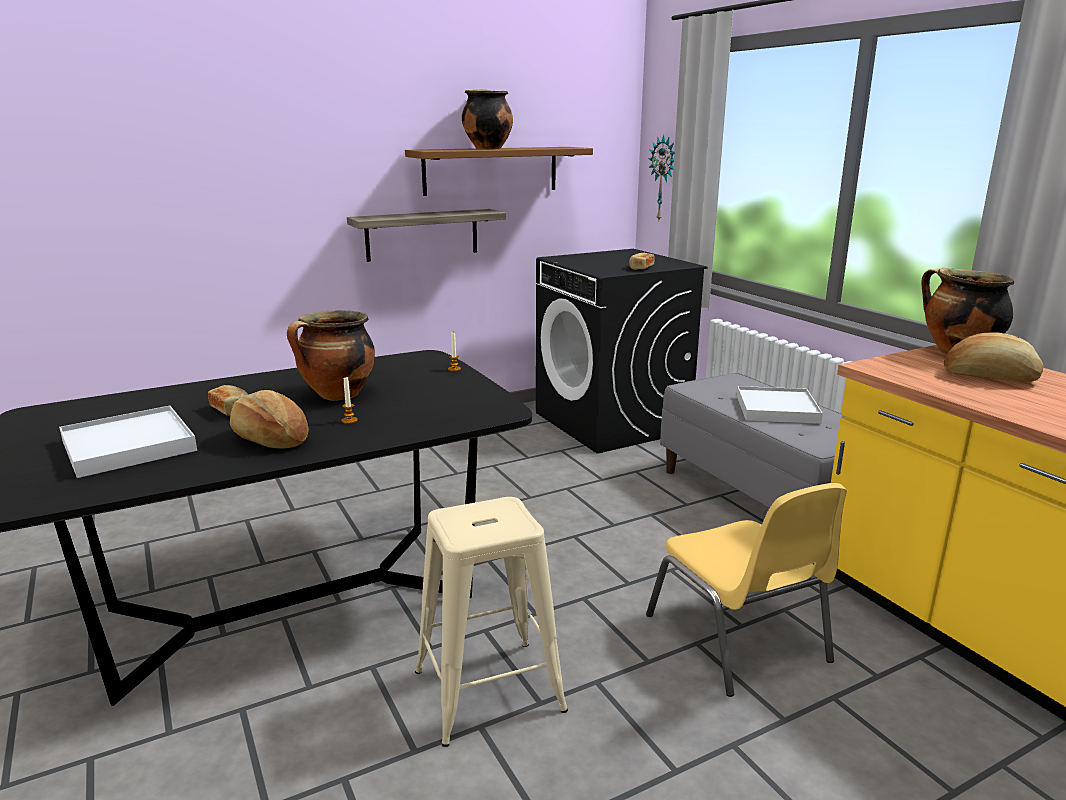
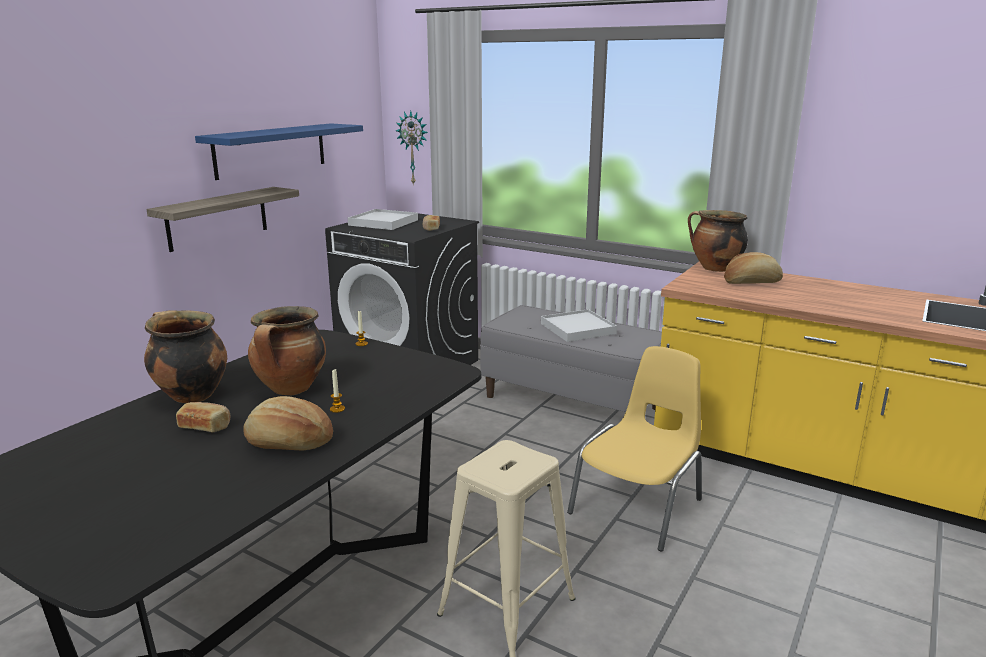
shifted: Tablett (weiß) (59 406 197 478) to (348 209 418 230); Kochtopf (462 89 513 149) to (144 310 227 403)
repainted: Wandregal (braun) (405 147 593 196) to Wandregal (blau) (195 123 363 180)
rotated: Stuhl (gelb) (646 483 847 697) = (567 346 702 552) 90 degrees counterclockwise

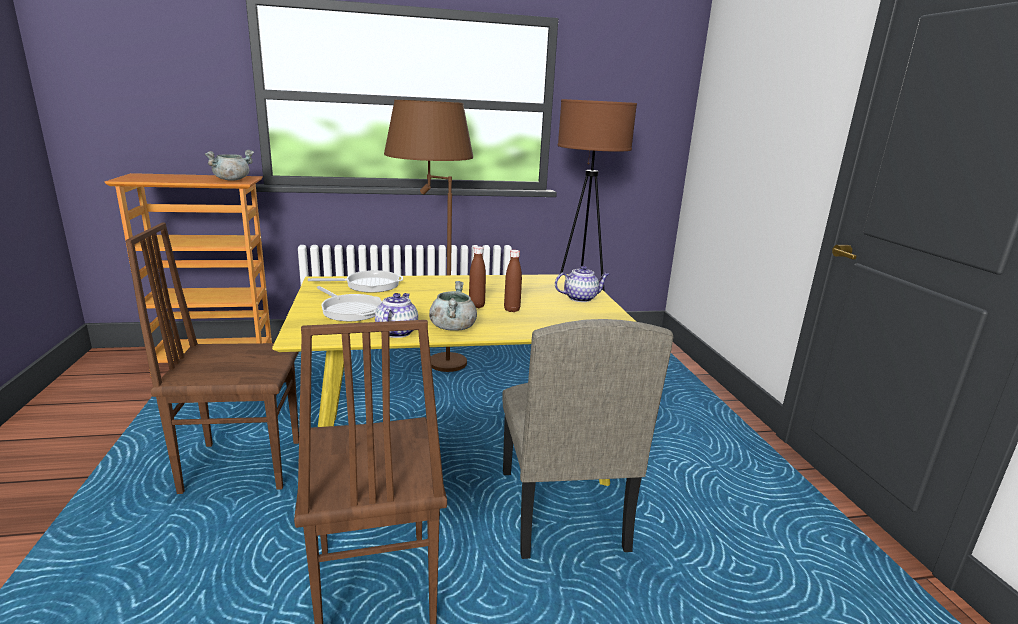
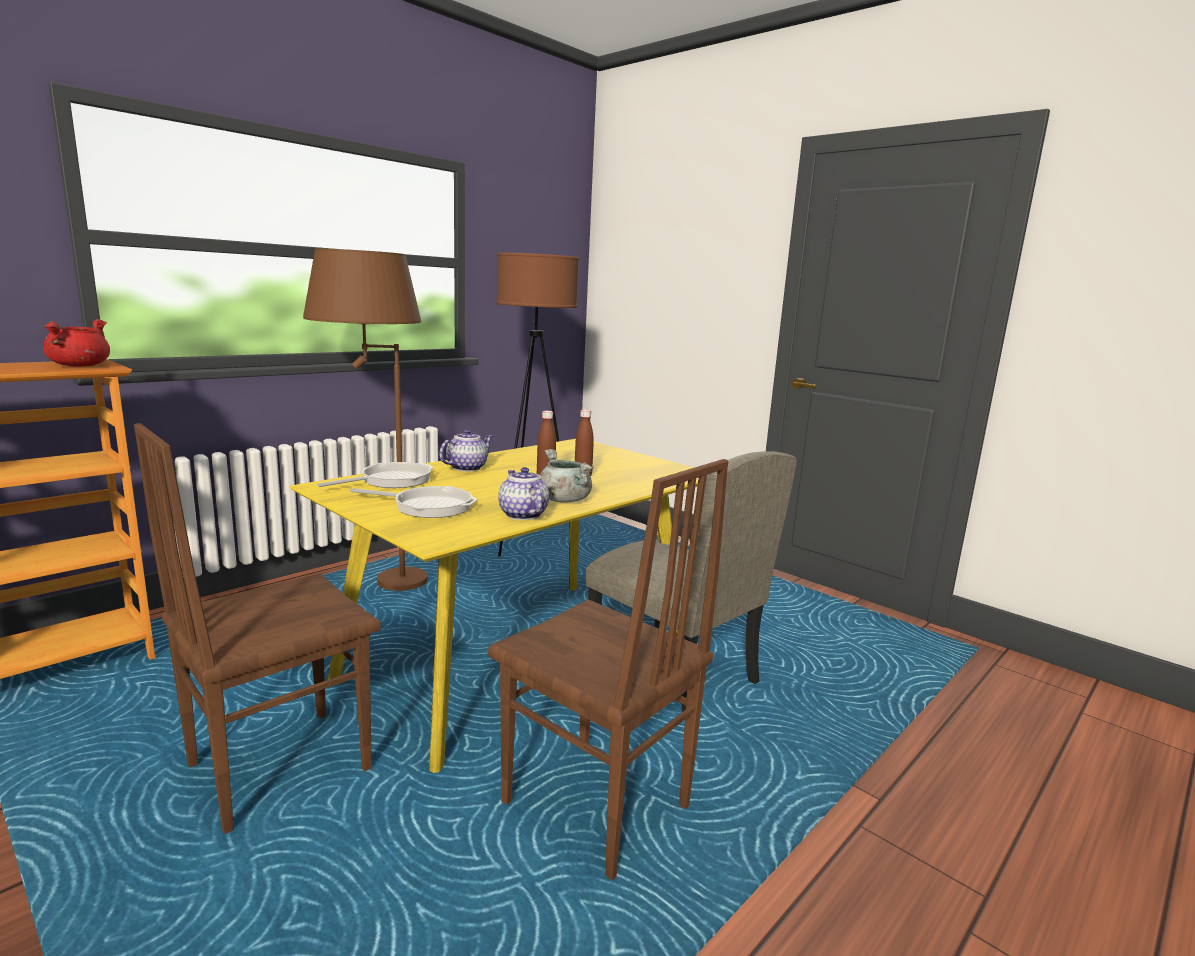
shifted: Teekanne (555 266 609 302) to (439 429 493 472)
repainted: Kochtopf (grau) (205 150 254 181) to Kochtopf (rot) (43 319 110 367)

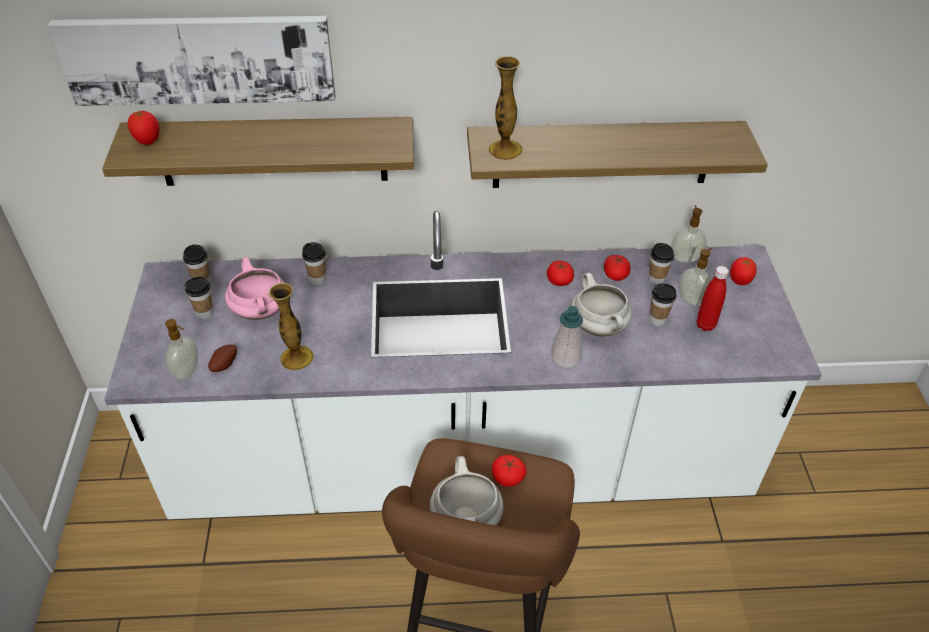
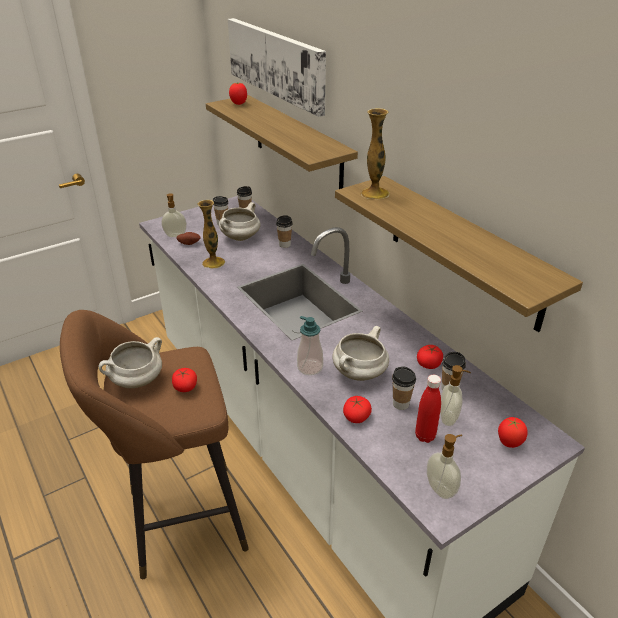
shifted: Tomate (547 260 574 286) to (343 396 372 423); Seifenspender (671 205 707 262) to (427 434 462 499)
repainted: Kochtopf (rosa) (225 257 284 320) to Kochtopf (weiß) (219 202 260 241)

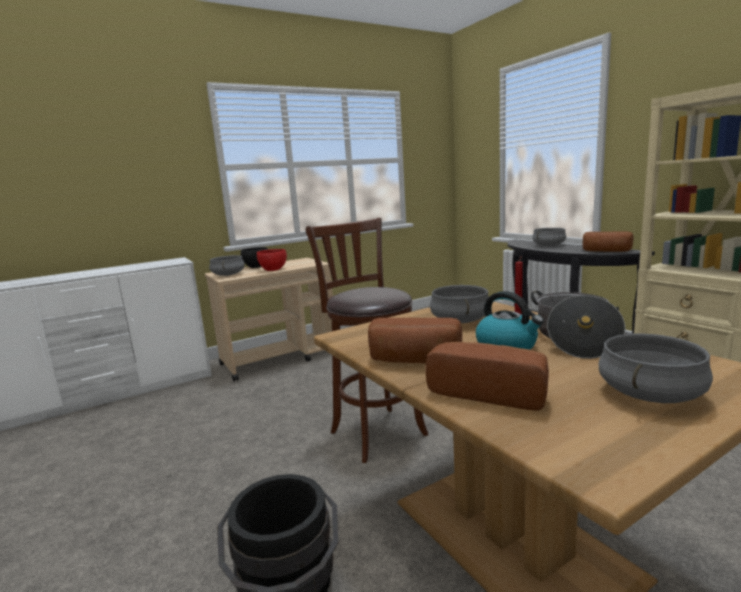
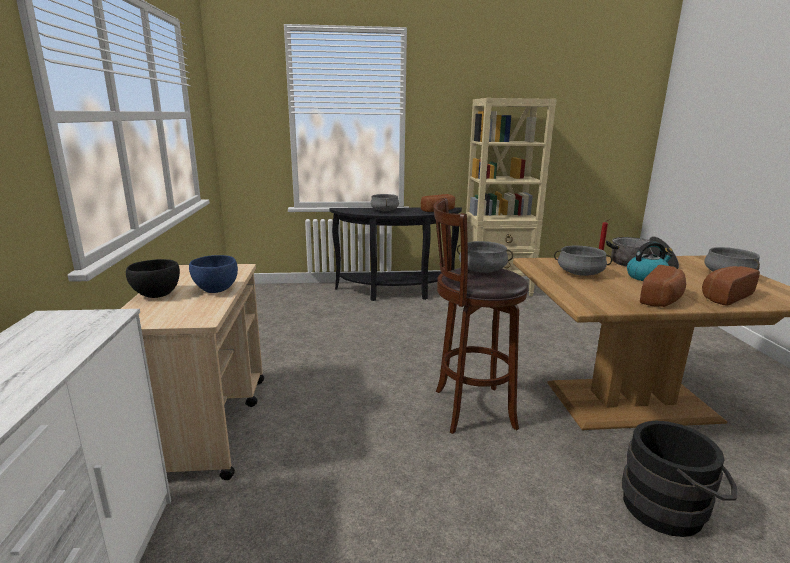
shifted: Kochtopf (grau) (209 255 245 276) to (457 241 513 273)
repainted: Schüssel (rot) (257 249 287 271) to Schüssel (blau) (189 255 238 293)

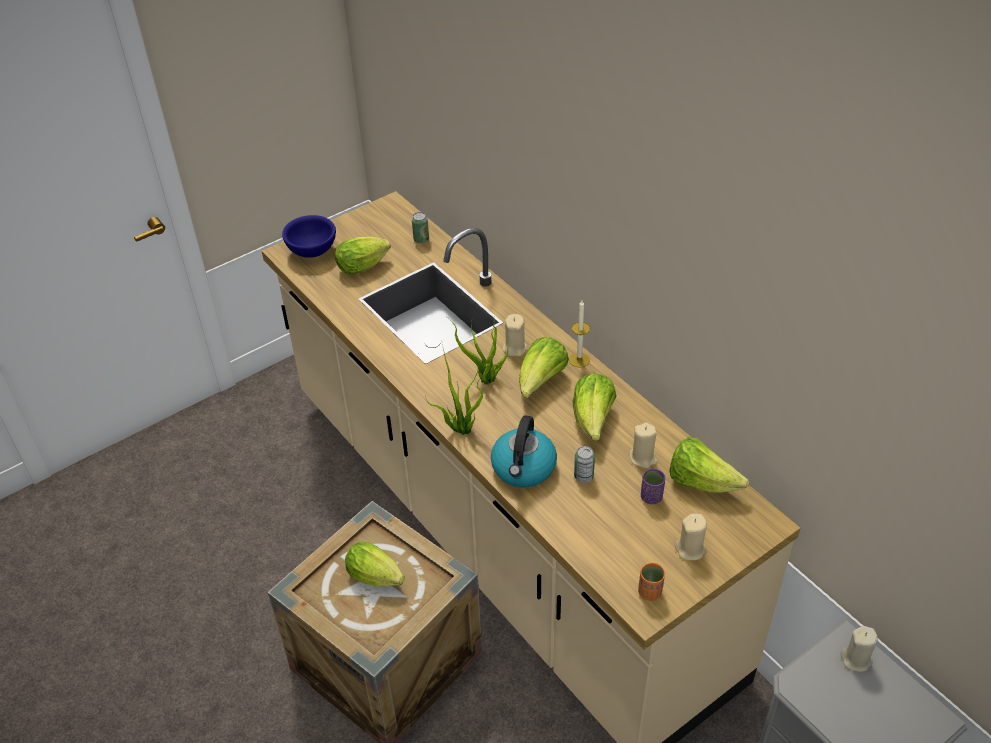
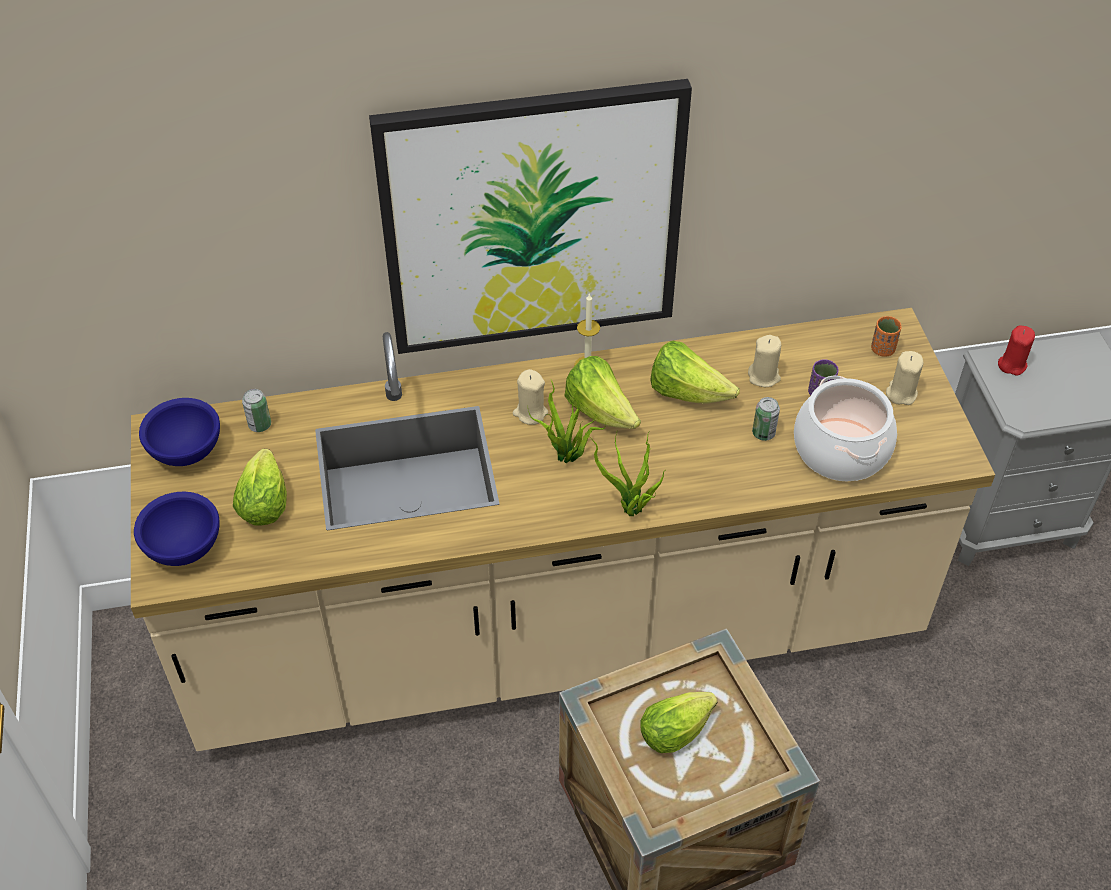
gone: Wasserkessel (491 415 557 488); Salatkopf (669 437 749 493)
new: Schüssel (blau) (139 398 220 466); Bild (369 79 692 354); Kochtopf (794 375 897 481)
shifted: Tasse (orange) (638 563 665 601) to (871 316 902 357)
repainted: Kerze (beige) (841 626 878 672) to Kerze (rot) (998 325 1035 376)

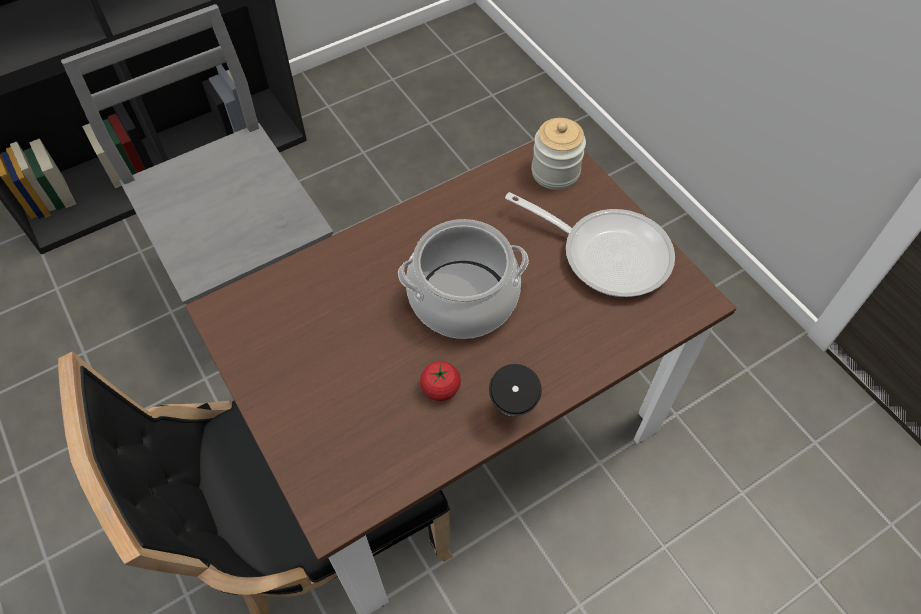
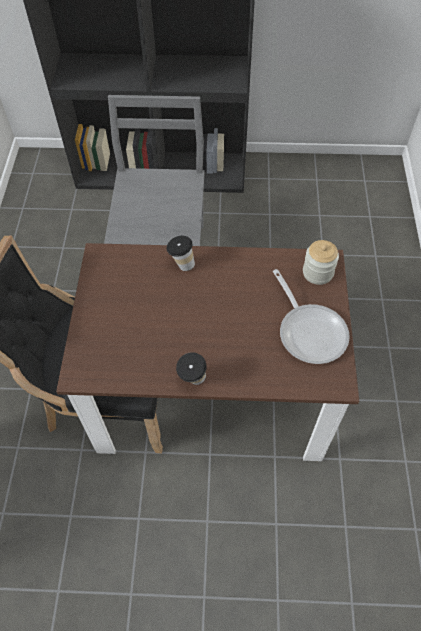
gone: Kochtopf (398 219 529 339); Tomate (420 361 461 401)
new: Tasse (166 236 195 271)

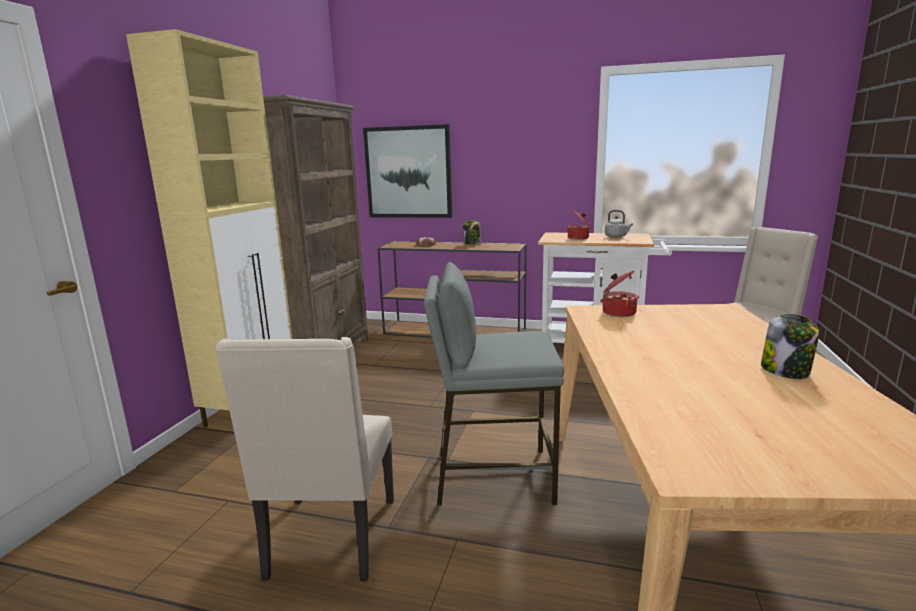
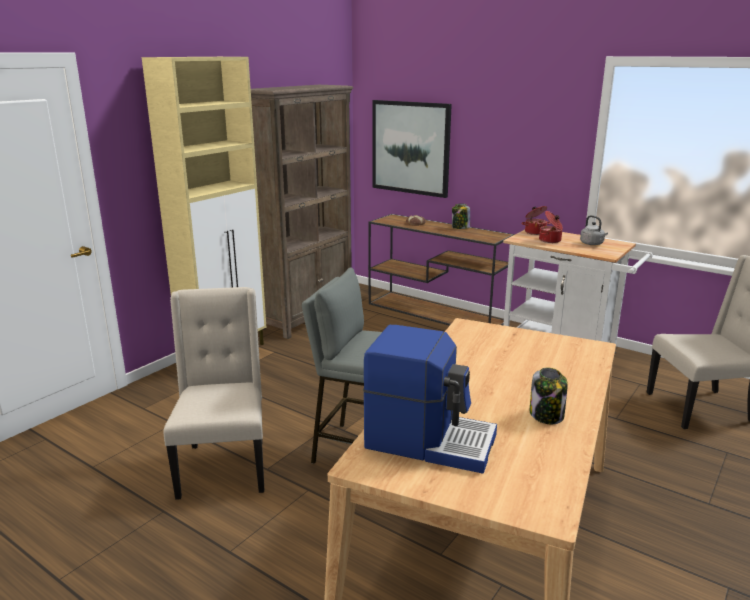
new: Kaffeemaschine (363 325 497 474)
shifted: Kochtopf (600 271 639 317) to (522 206 551 235)
rotated: Stuhl (beige) (215 337 394 581) = (163 287 264 500) 150 degrees clockwise

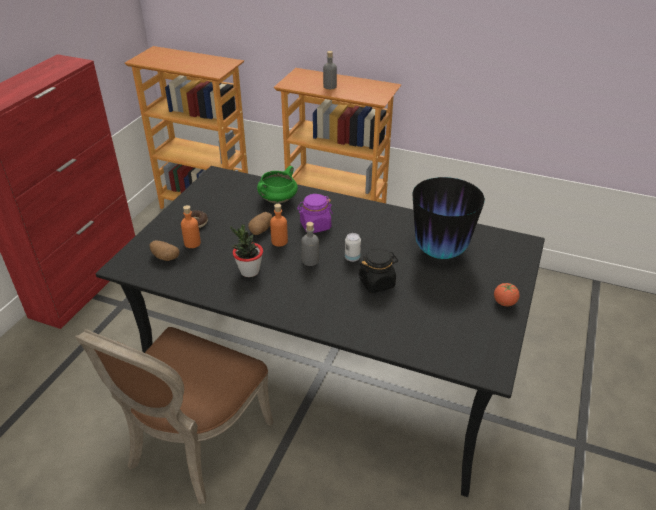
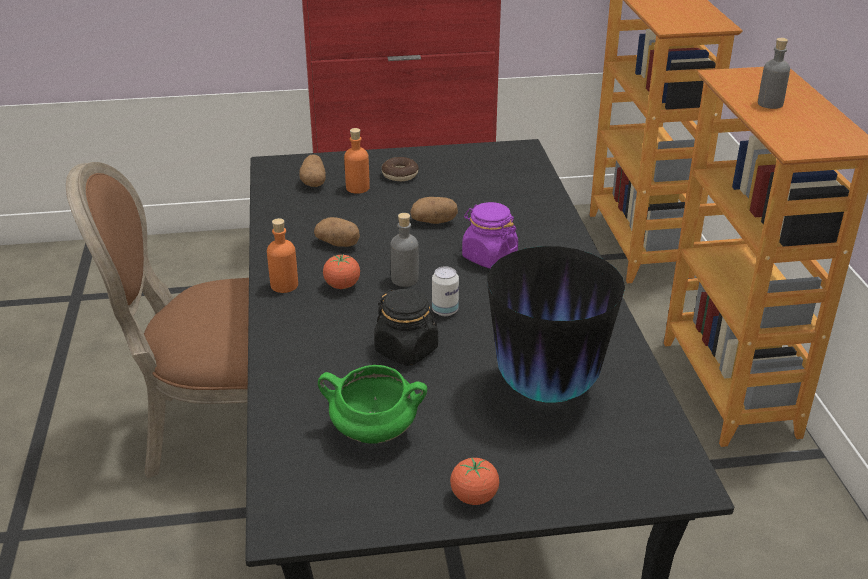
new: Tomate (323 254 360 289)
shifted: Kochtopf (grün) (257 166 298 204) to (318 365 427 444); Flasche (orange) (270 204 288 247) to (267 218 298 293)
swapped: Topfpflanze (230 224 263 277) to Kartoffel (314 217 360 247)

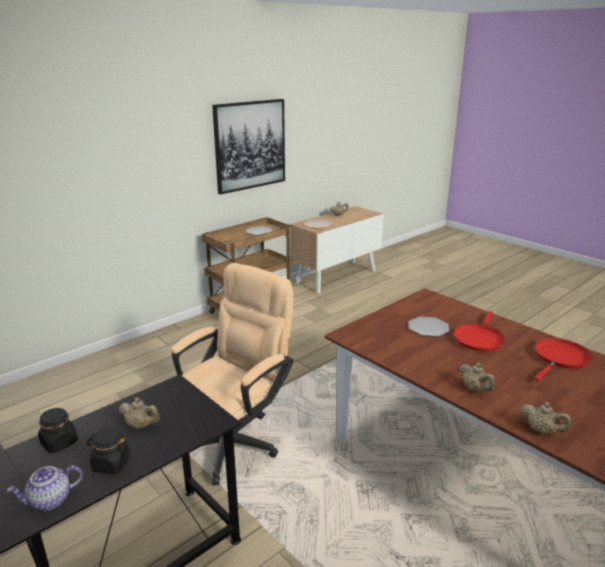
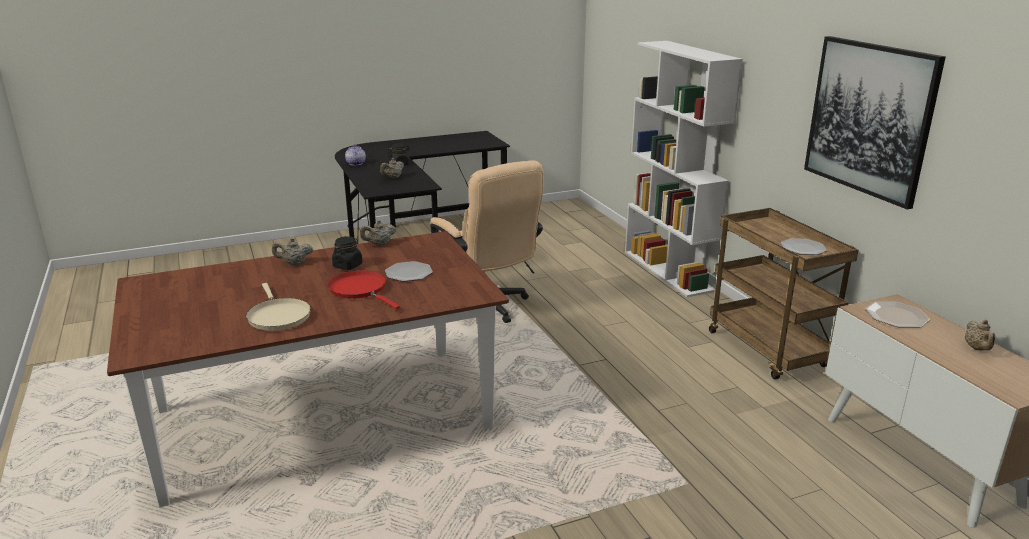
new: Bücherregal (weiß) (625 41 743 297)
shifted: Vorratsglas (schwarz) (87 427 130 474) to (332 236 363 270); Teekanne (beige) (521 402 572 434) to (360 220 396 246)
repainted: Pfanne (rot) (534 338 593 381) to Pfanne (beige) (246 283 311 330)

